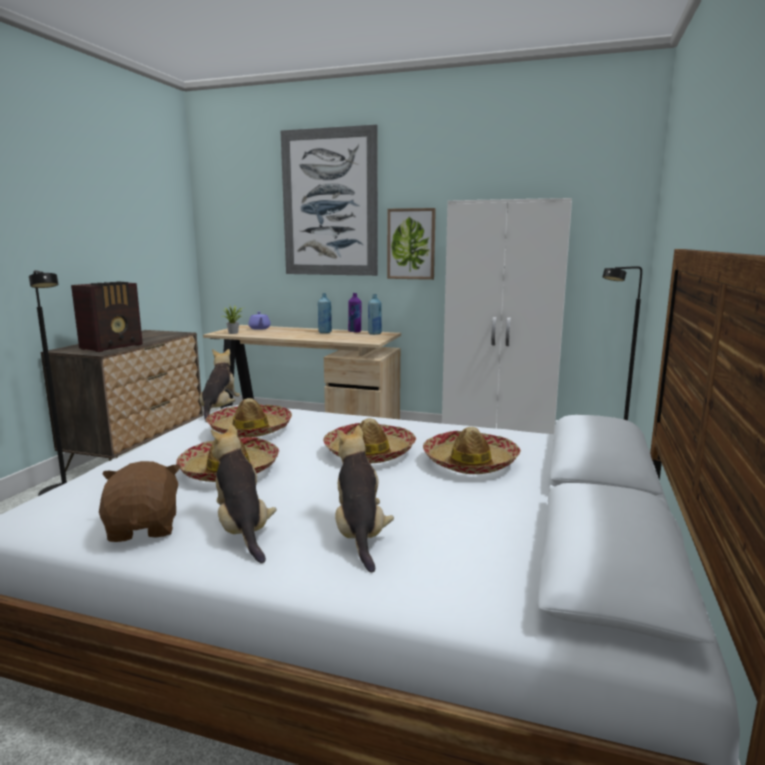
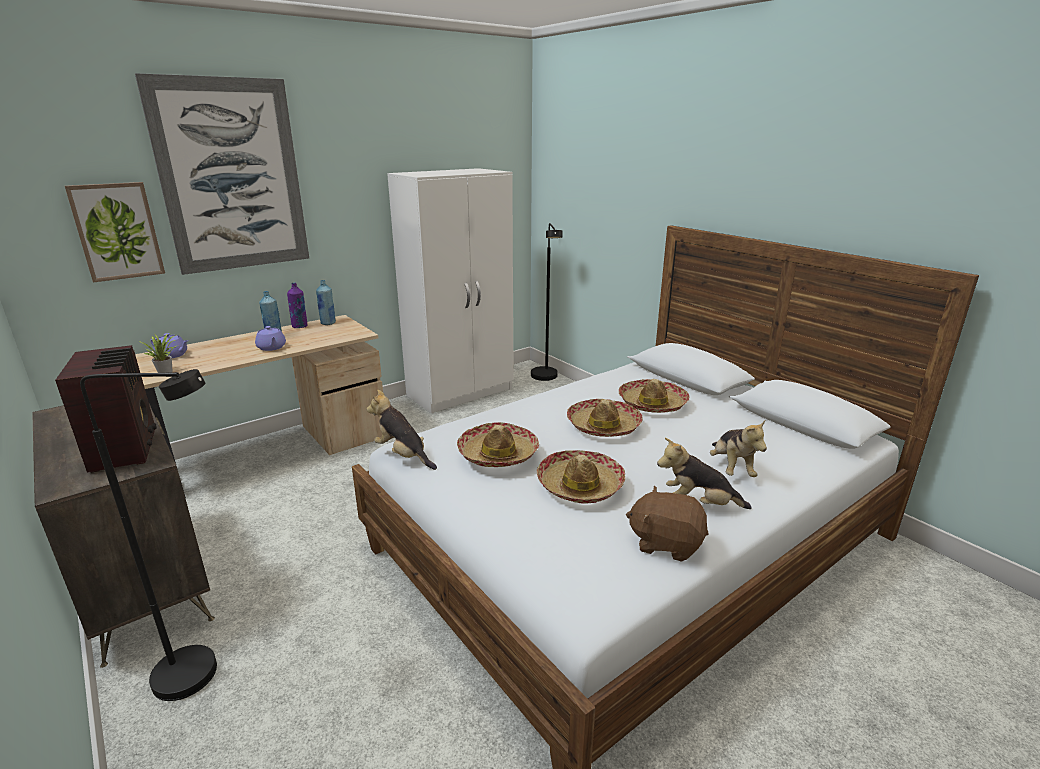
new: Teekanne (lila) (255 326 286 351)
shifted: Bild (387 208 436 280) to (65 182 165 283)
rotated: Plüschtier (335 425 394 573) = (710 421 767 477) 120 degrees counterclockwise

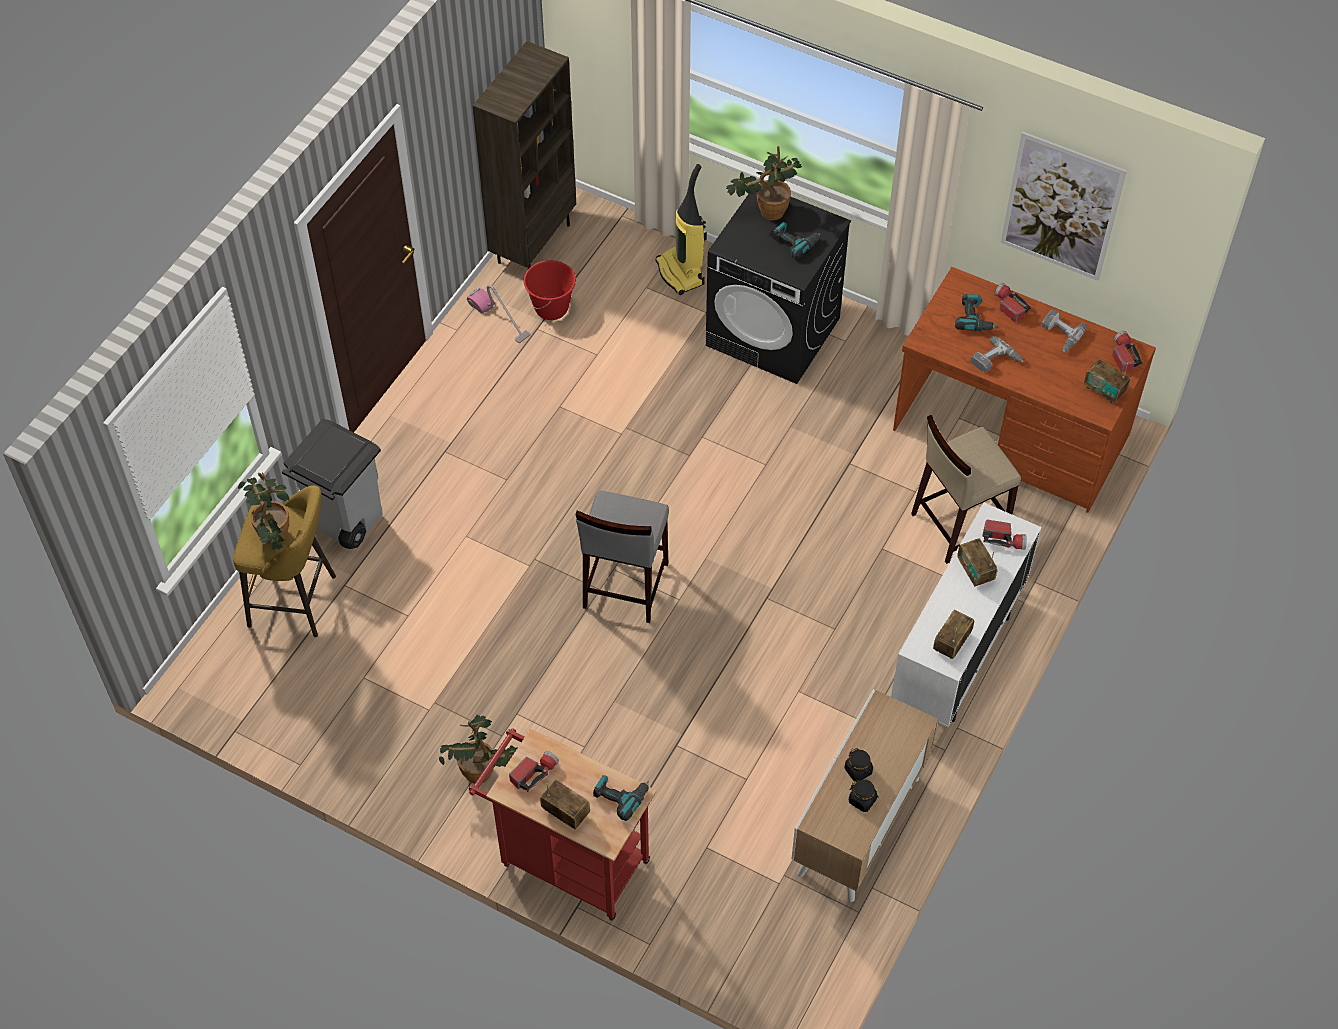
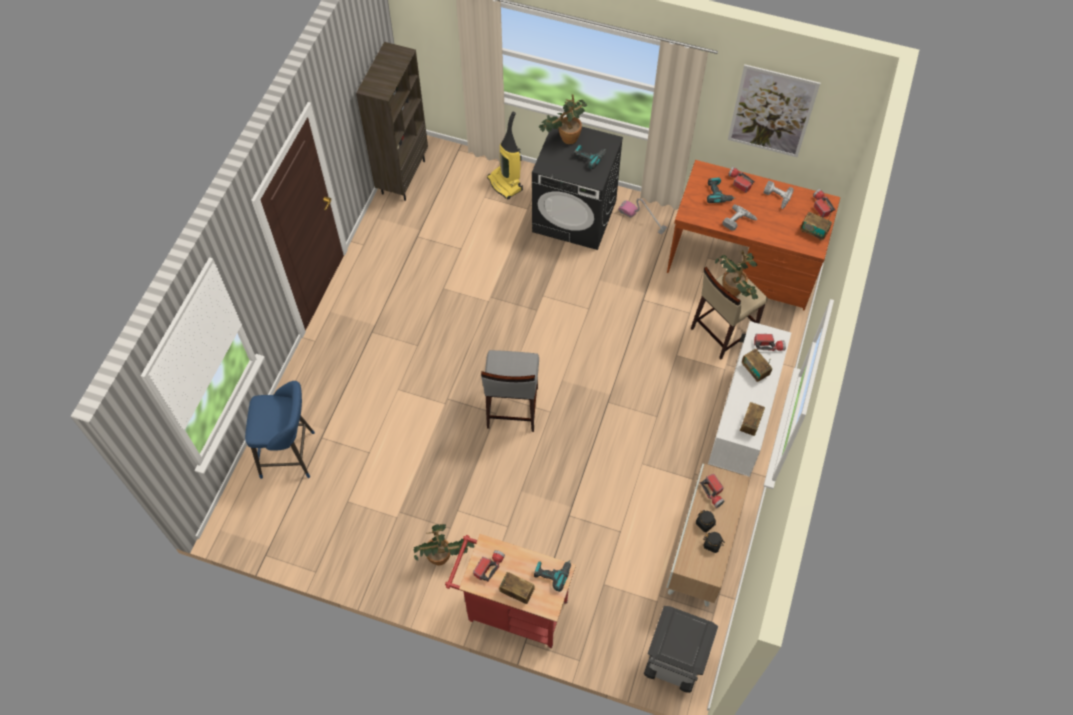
gone: Eimer (rot) (524 260 576 320)
new: Taschenlampe (700 474 724 508)
shifted: Topfpflanze (238 472 289 550) to (715 250 758 300); Mülleimer (grau) (282 419 382 549) to (644 606 718 693); Staubsauger (467 285 530 343) to (618 198 667 235)
repainted: Hocker (gelb) (233 485 336 637) to Hocker (blau) (245 381 315 479)

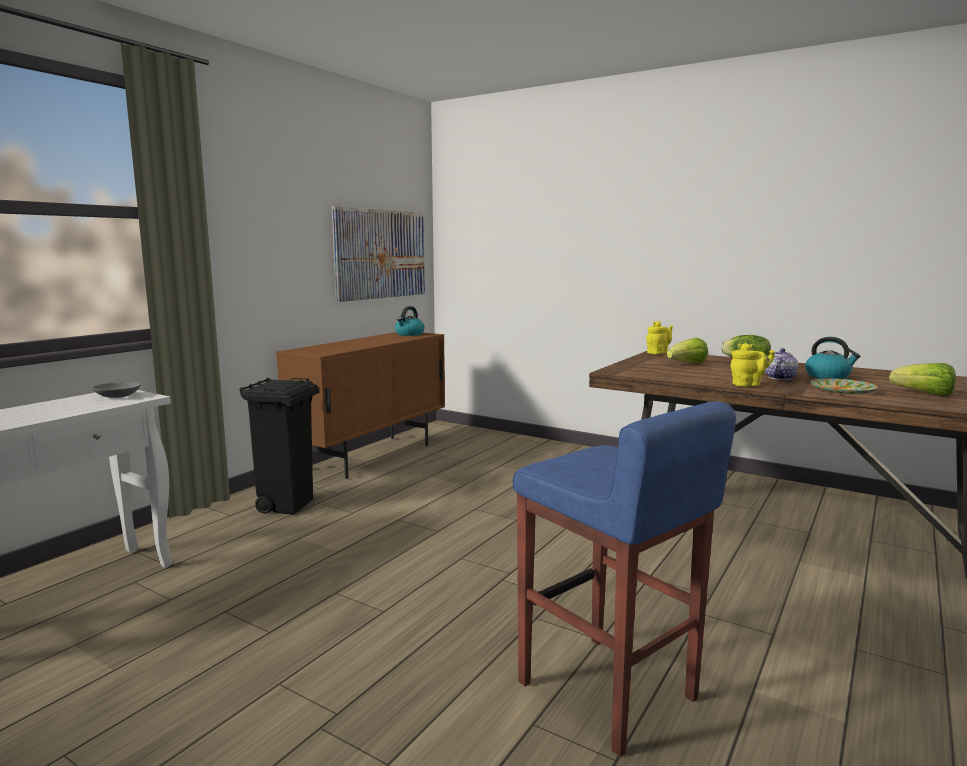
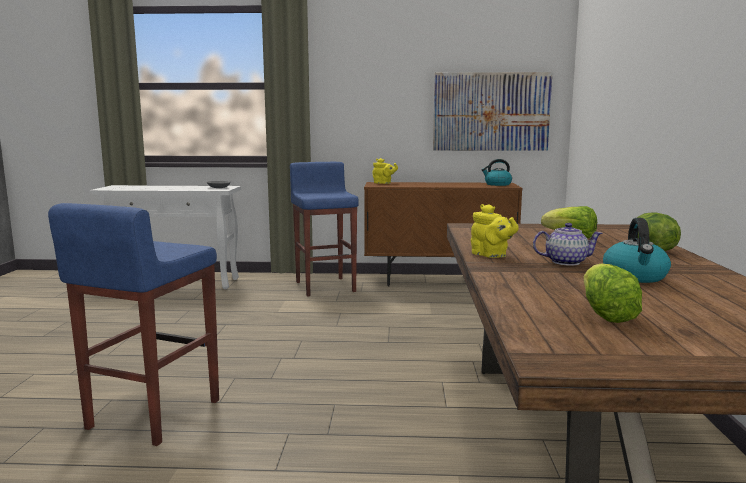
gone: Teller (811 378 878 394)
shifted: Teekanne (gelb) (646 321 673 354) to (372 158 398 184)
swapped: Mülleimer (schwarz) (239 378 319 515) to Hocker (blau) (290 162 359 297)

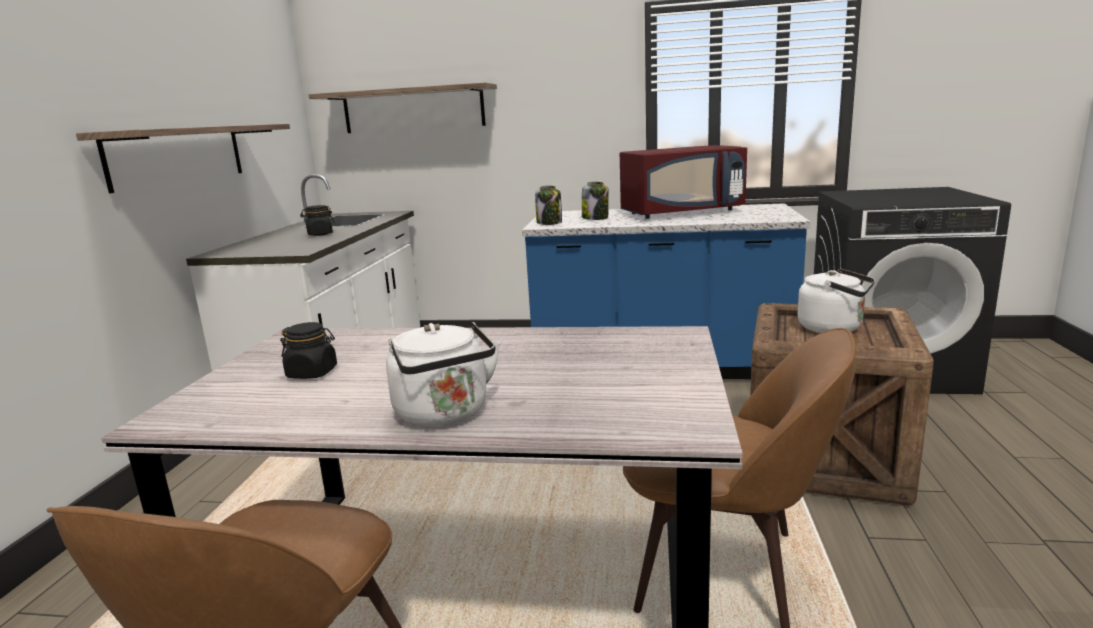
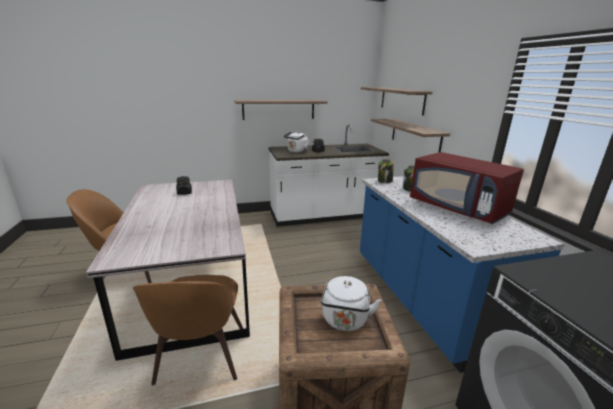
new: Wandregal (371 119 450 153)
shifted: Wasserkessel (weiß) (386 322 500 426) to (284 132 310 153)

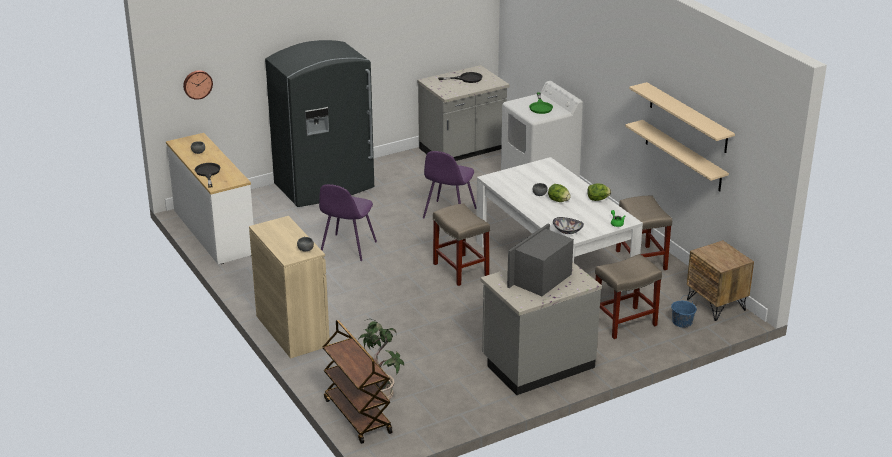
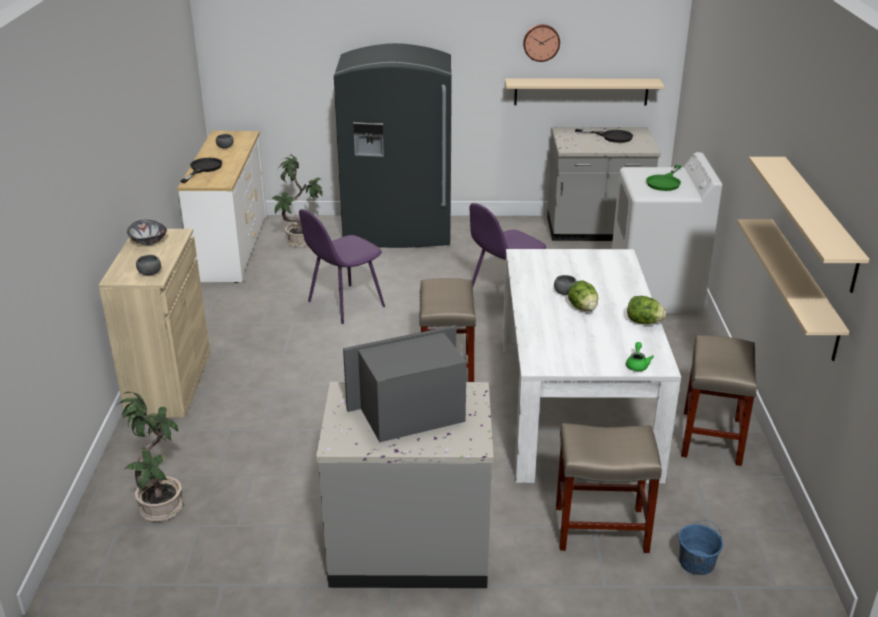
gone: Rollwagen (braun) (323 320 392 444); Nachttisch (braun) (687 240 754 321)
new: Topfpflanze (272 155 323 248); Wandregal (beige) (505 78 664 106)
shifted: Wanduhr (183 70 213 100) to (523 24 560 62); Schüssel (553 217 584 234) to (127 220 167 245)

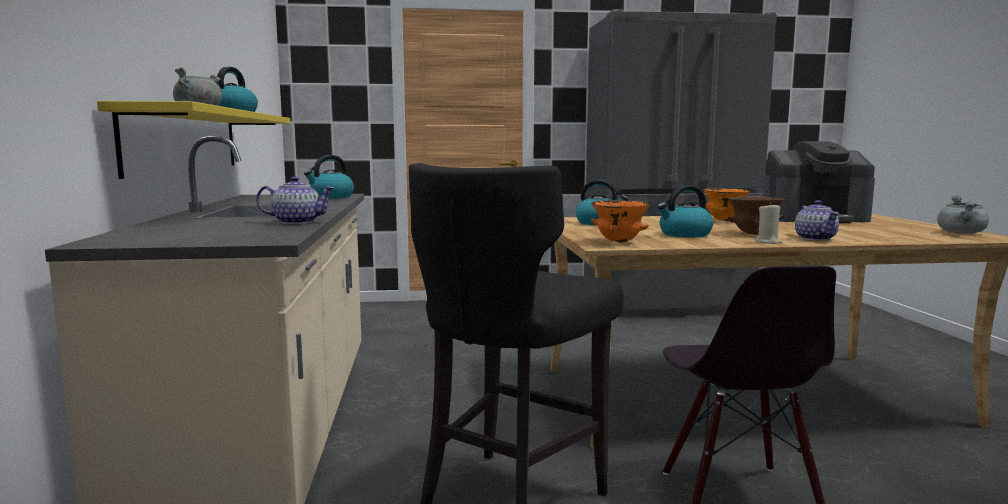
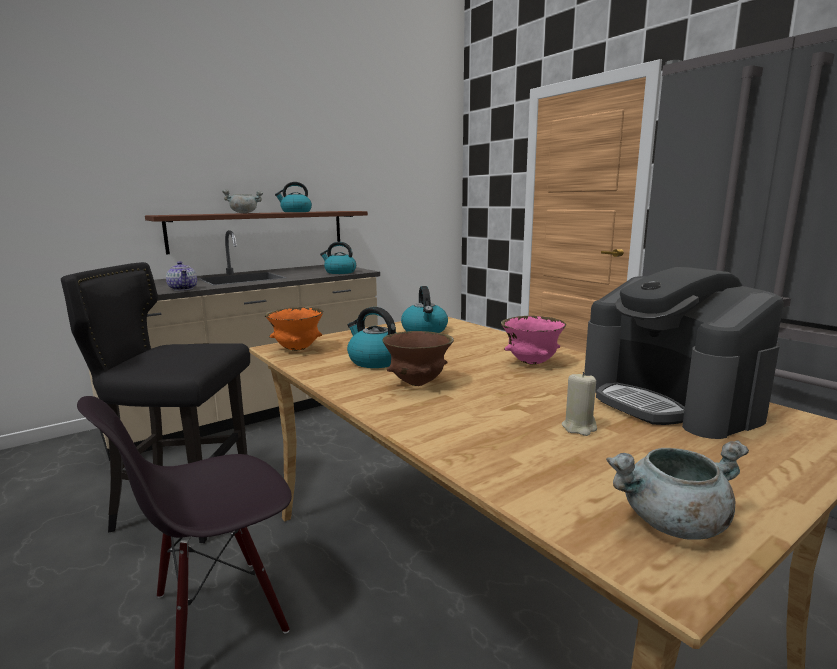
gone: Teekanne (795 200 839 241)
shifted: Kerze (beige) (755 202 782 244) to (562 372 597 436)
repainted: Wandregal (gelb) (97 101 291 179) to Wandregal (braun) (145 211 368 254); Schüssel (orange) (703 188 751 221) to Schüssel (rosa) (501 316 566 365)

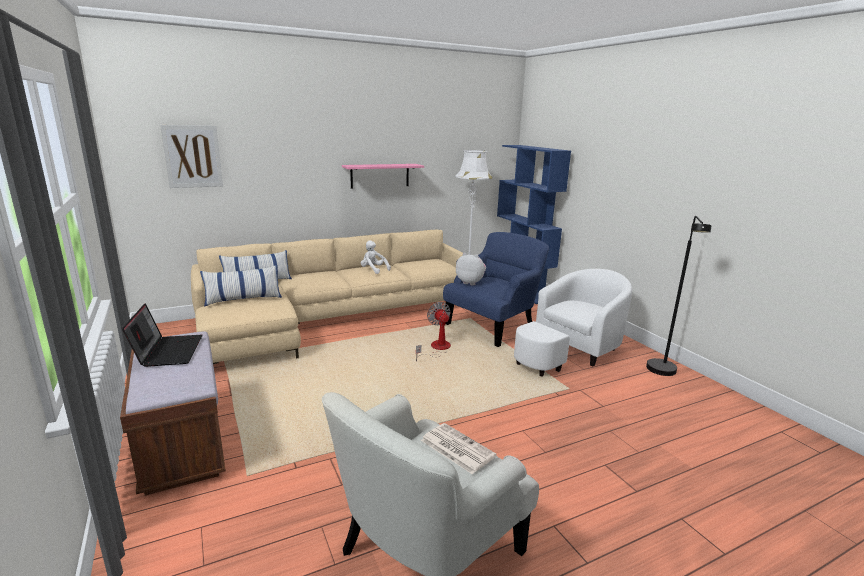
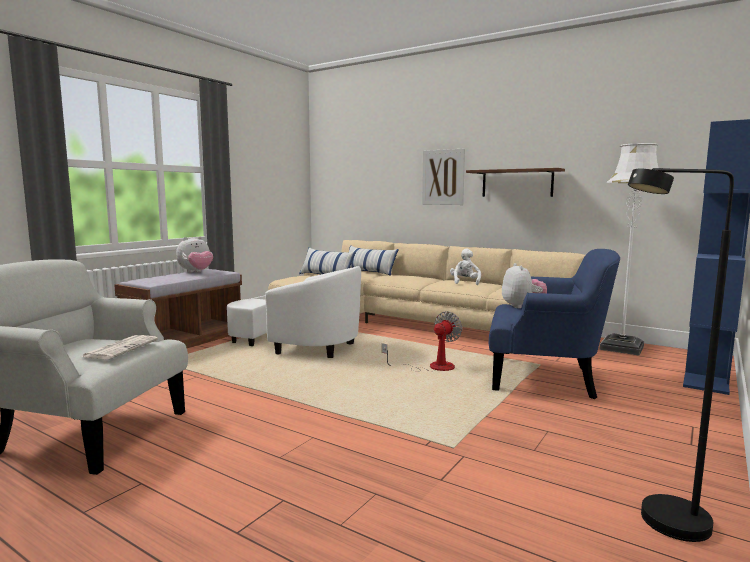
shifted: Bild (160 125 223 188) to (422 149 465 205); Sessel (weiß) (514 269 632 377) to (227 266 361 358)
swapped: Laptop (122 303 203 367) to Plüschtier (176 236 213 273)
repainted: Wandregal (rosa) (342 164 424 189) to Wandregal (braun) (466 168 565 197)

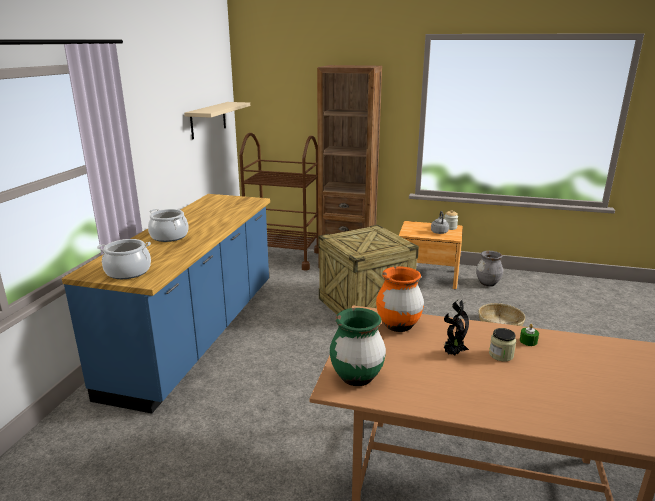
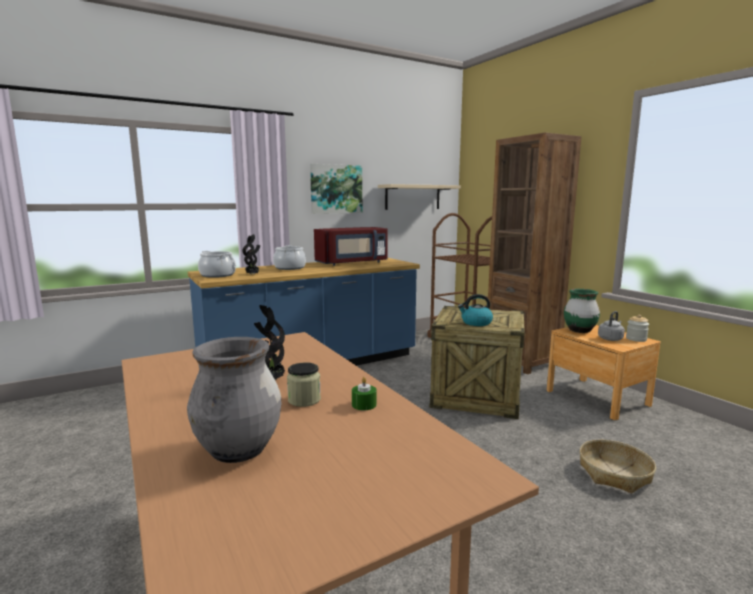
gone: Vase (orange) (376 267 424 332)
new: Topfpflanze (242 234 260 275); Bild (310 164 362 214); Mikrowelle (rot) (314 227 388 266); Wasserkessel (458 294 493 326)
shifted: Vase (grün) (330 308 386 386) to (564 289 600 333); Vase (grau) (476 251 503 286) to (187 337 281 463)

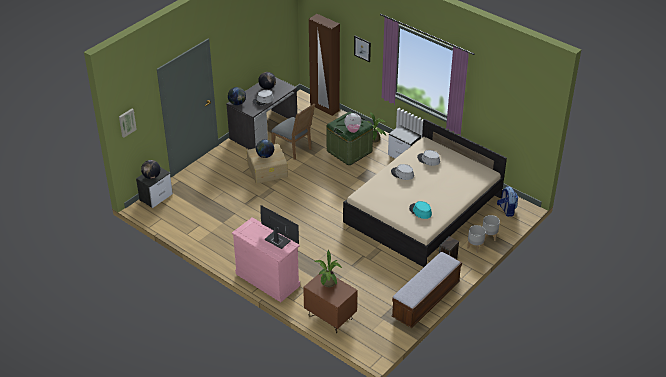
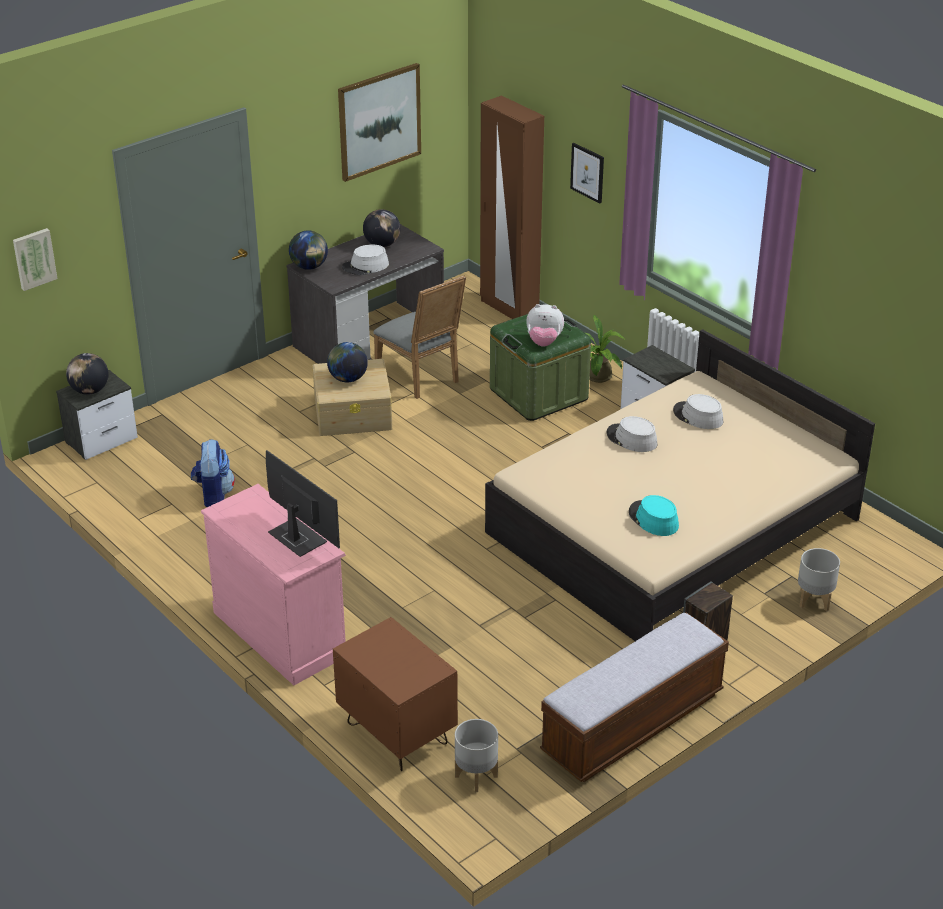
gone: Topfpflanze (314 250 342 287)
new: Bild (338 63 421 182)
shifted: Pflanzkübel (grau) (467 225 486 253) to (455 719 498 792); Rucksack (497 187 518 217) to (191 440 235 507)

